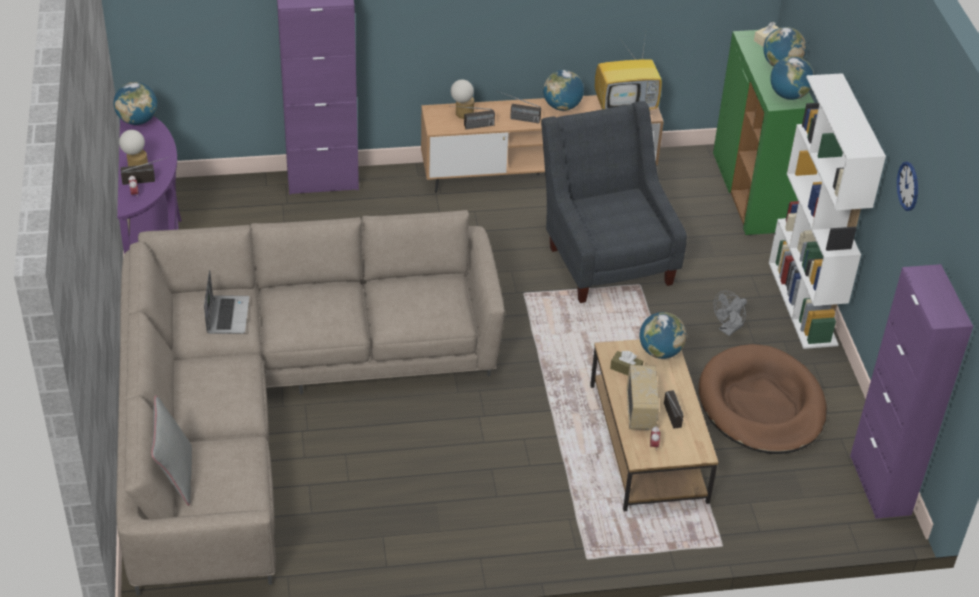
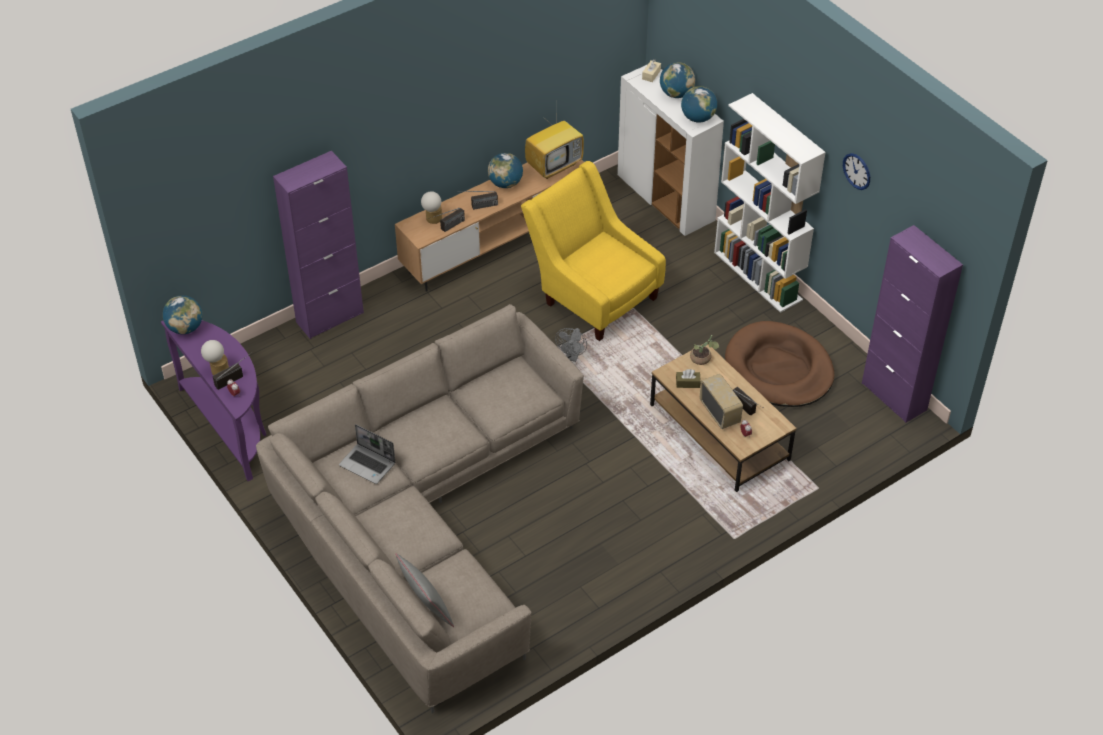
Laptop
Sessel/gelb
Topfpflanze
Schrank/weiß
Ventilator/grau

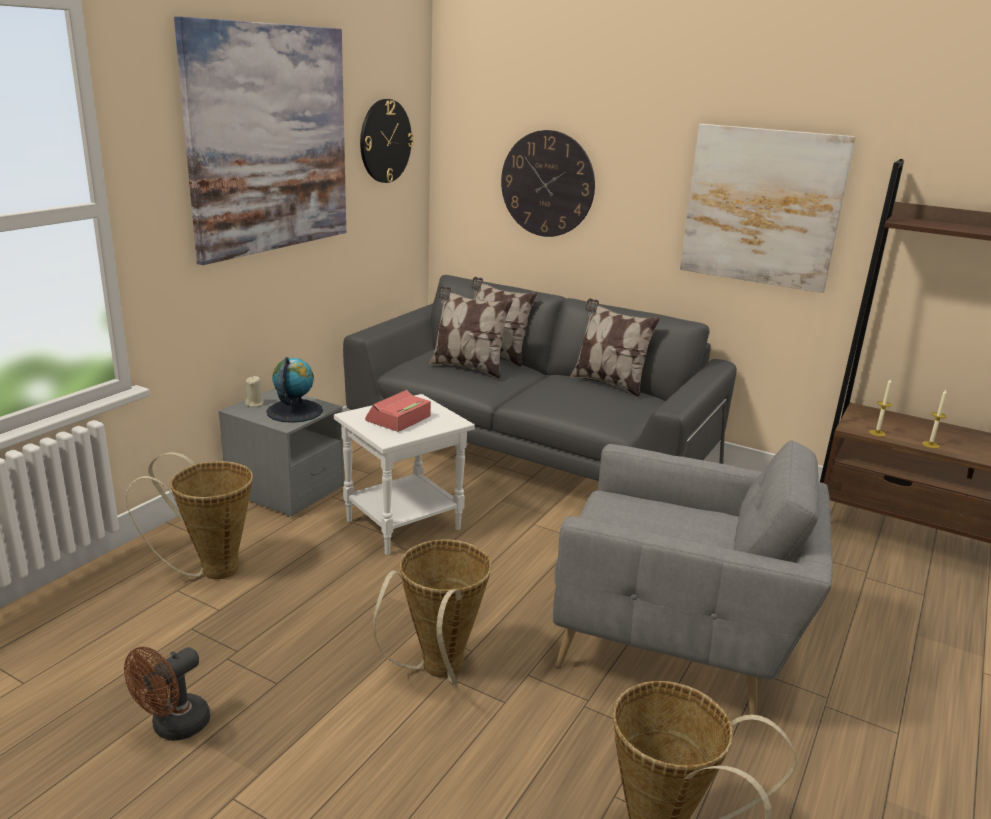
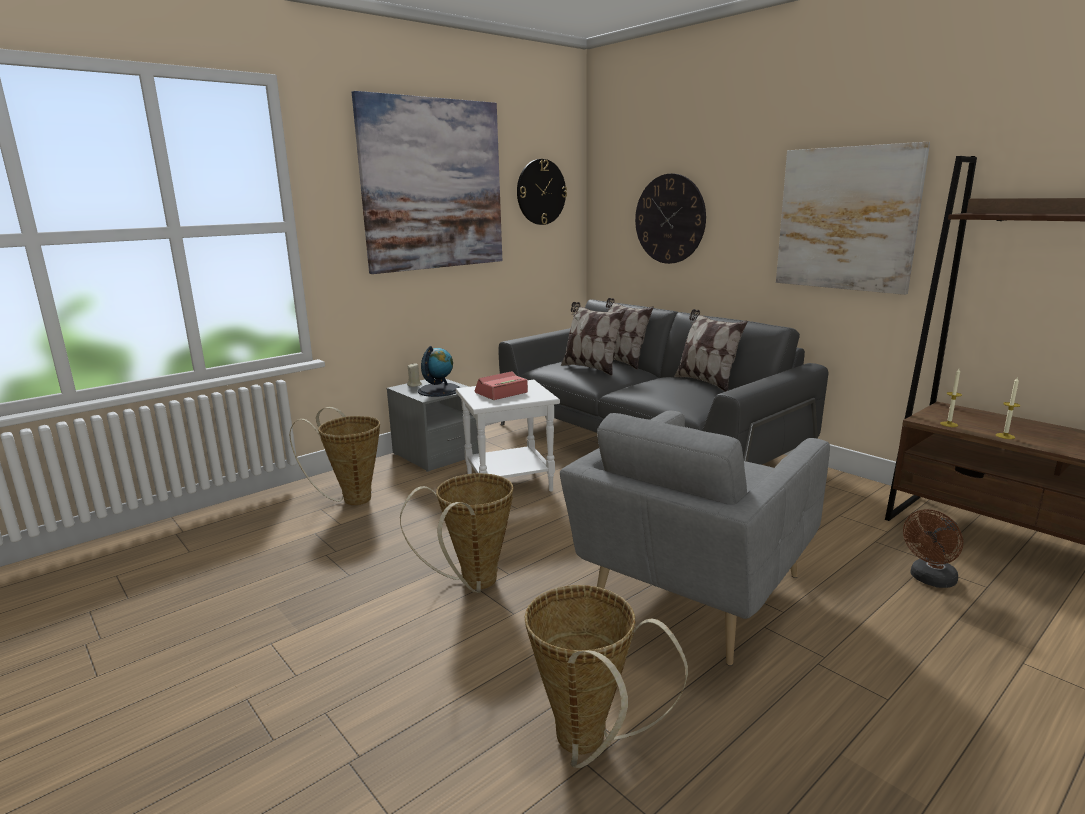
Ventilator/braun
Sessel/grau

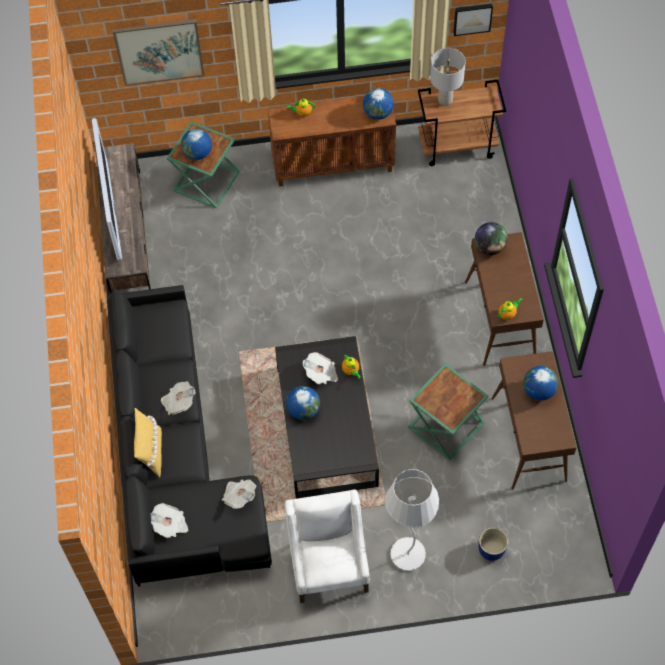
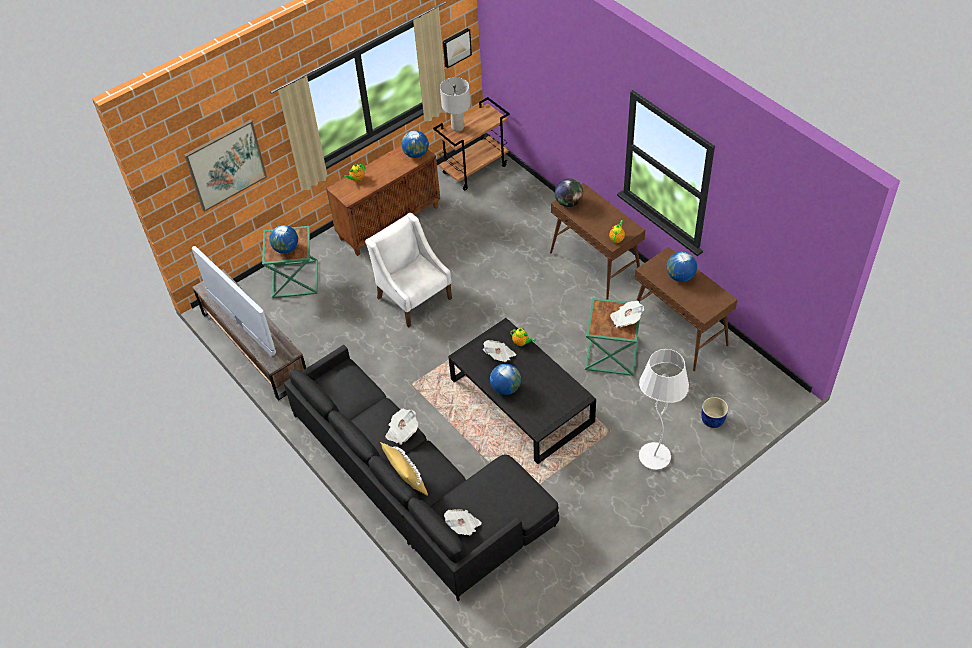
Zeitung (4th from left)
Sessel/weiß

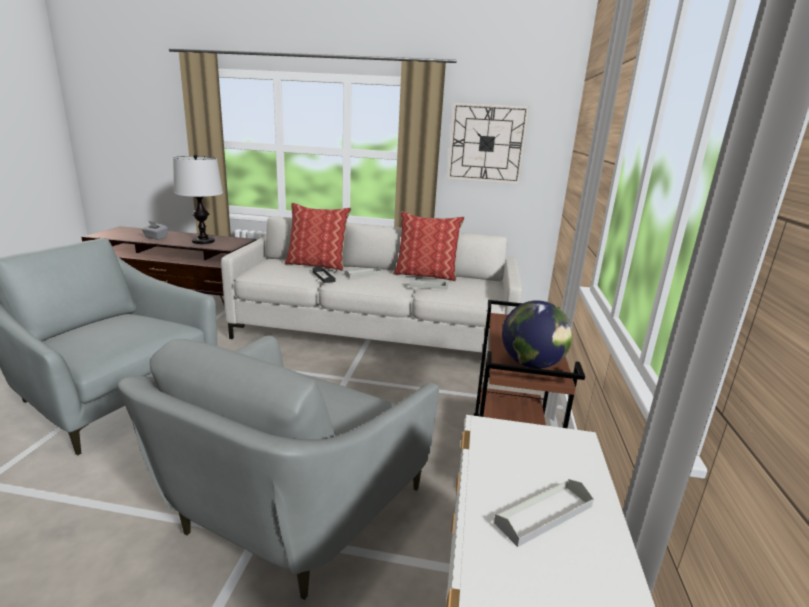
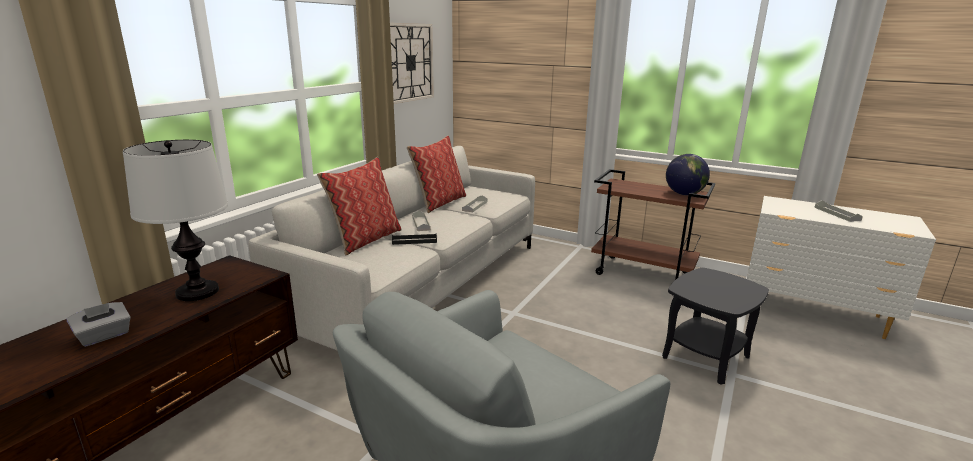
Beistelltisch/schwarz

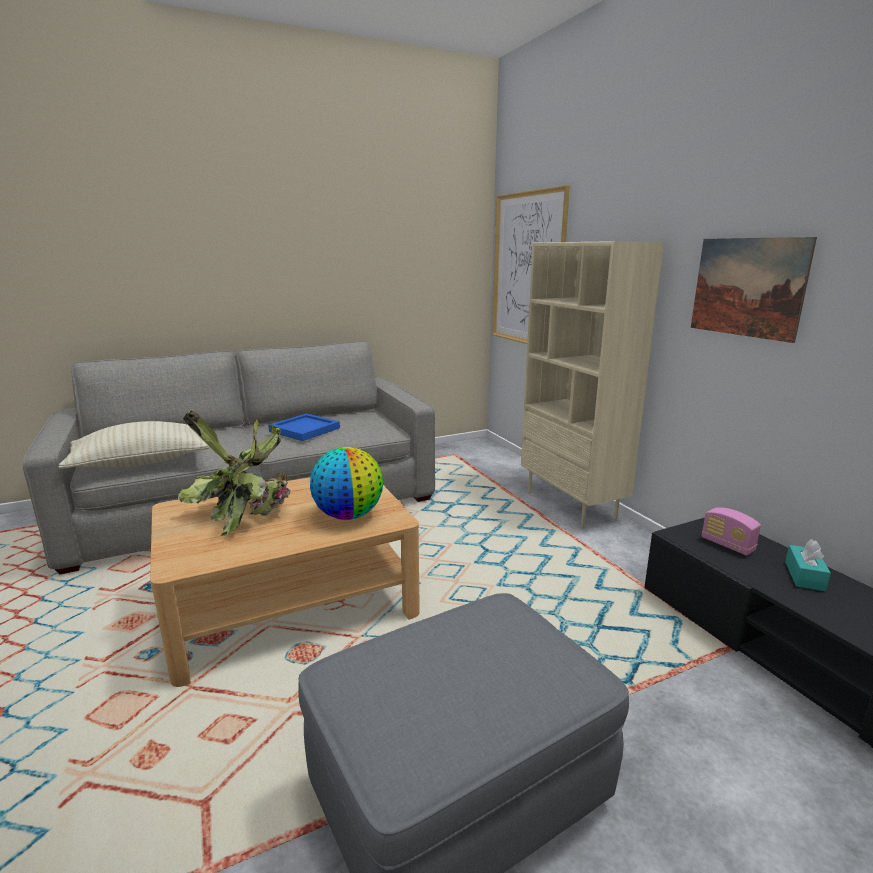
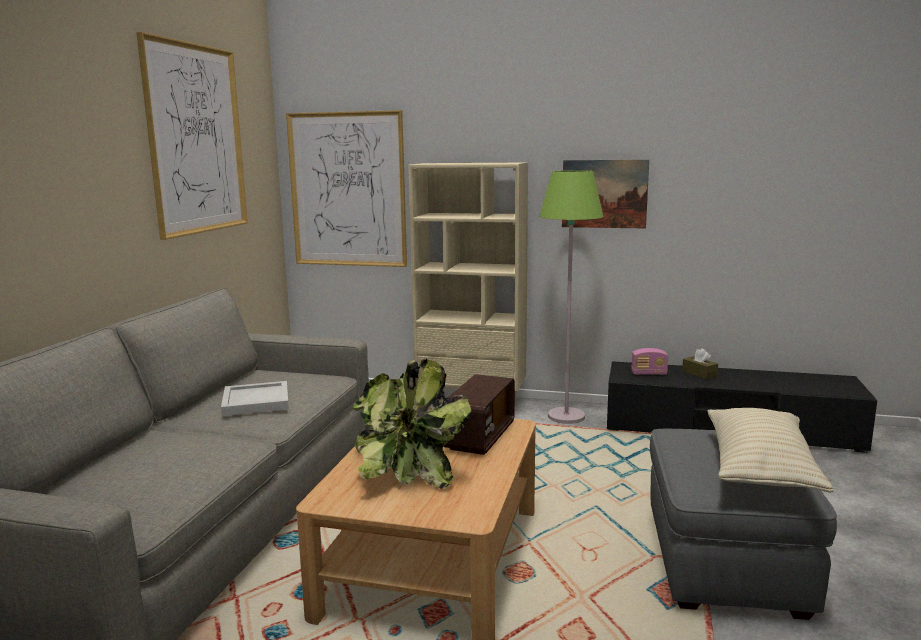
Kissen/beige
Tablett/weiß
Radio (1st from left)
Taschentuchbox/braun
Bild (1st from left)
Stehlampe/grün

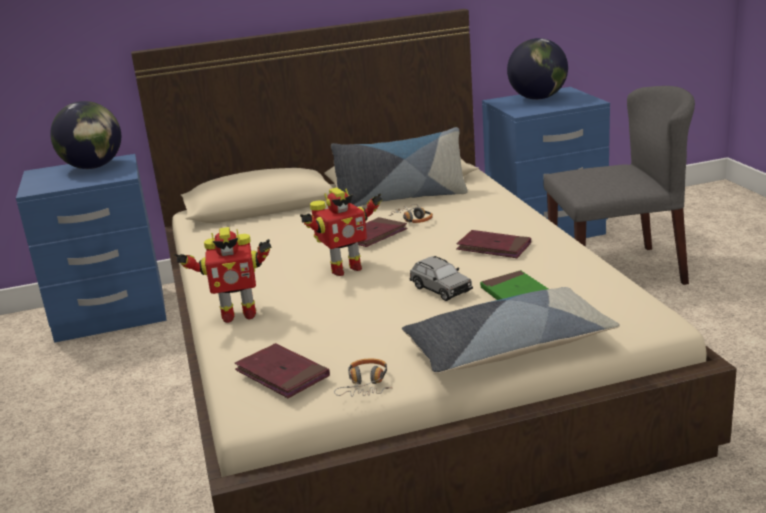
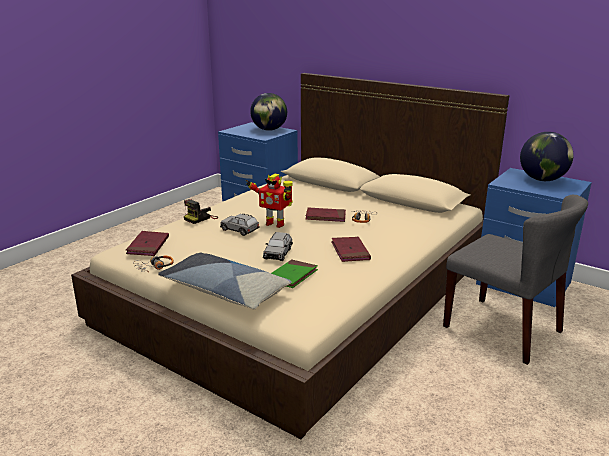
Kamera
Kissen (1st from left in the first image)
Spielzeugauto/grau (1st from left)

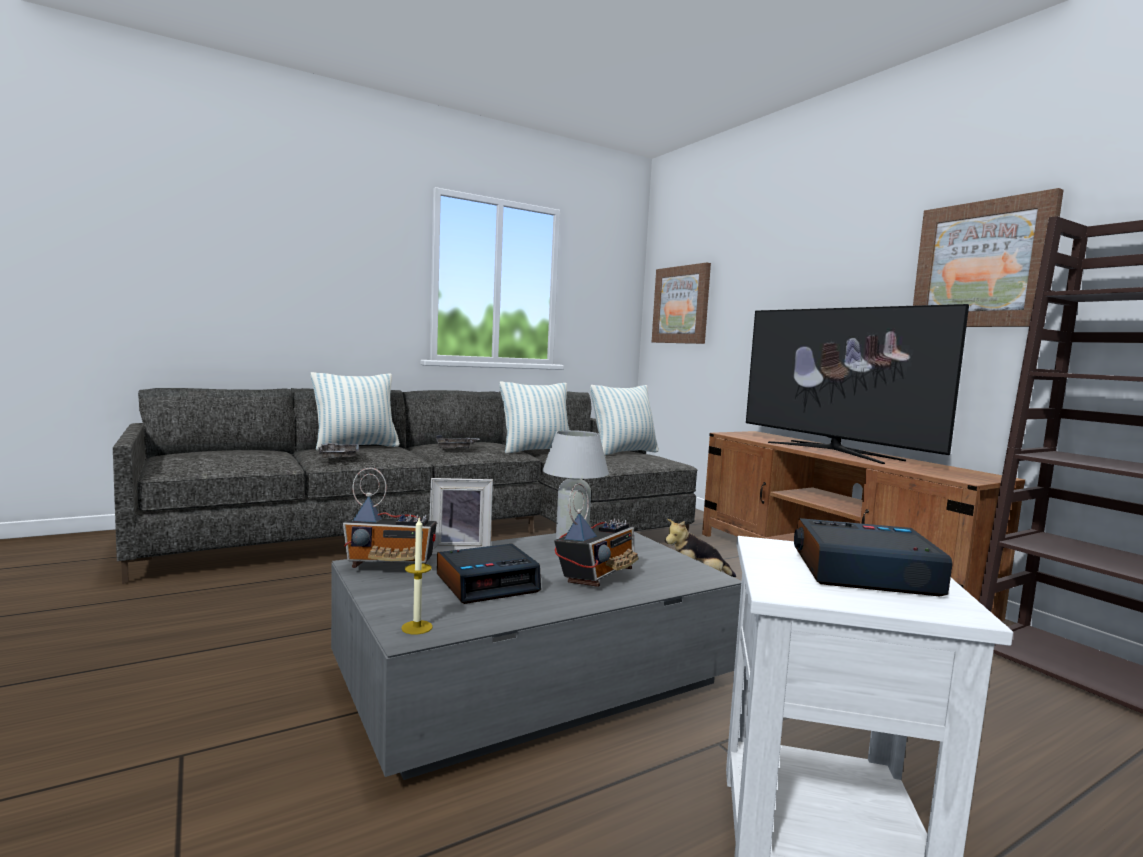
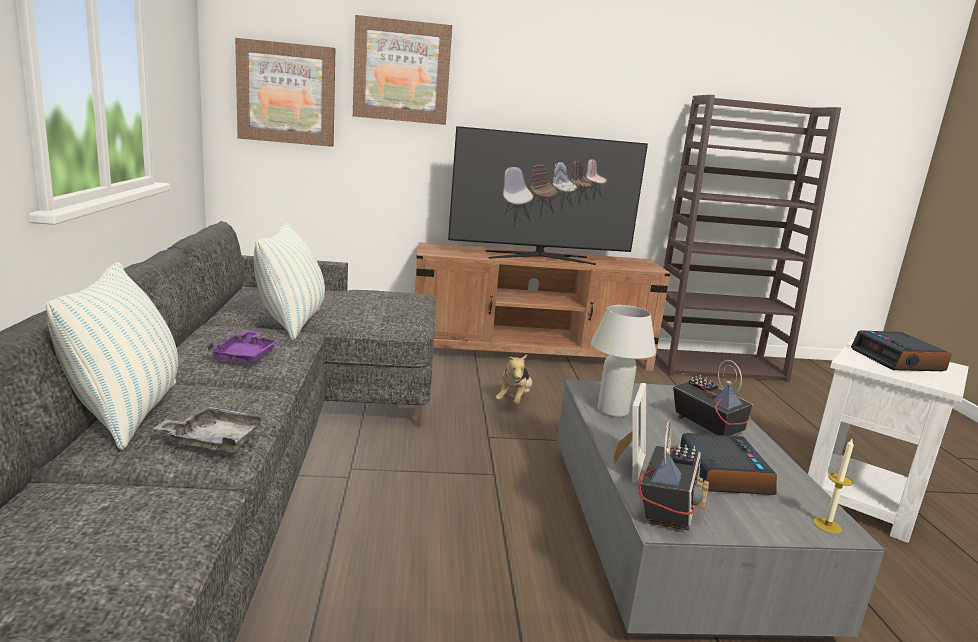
Tablett/lila
Kissen (3rd from left in the first image)
Wecker (2nd from left)
Bild (2nd from left)

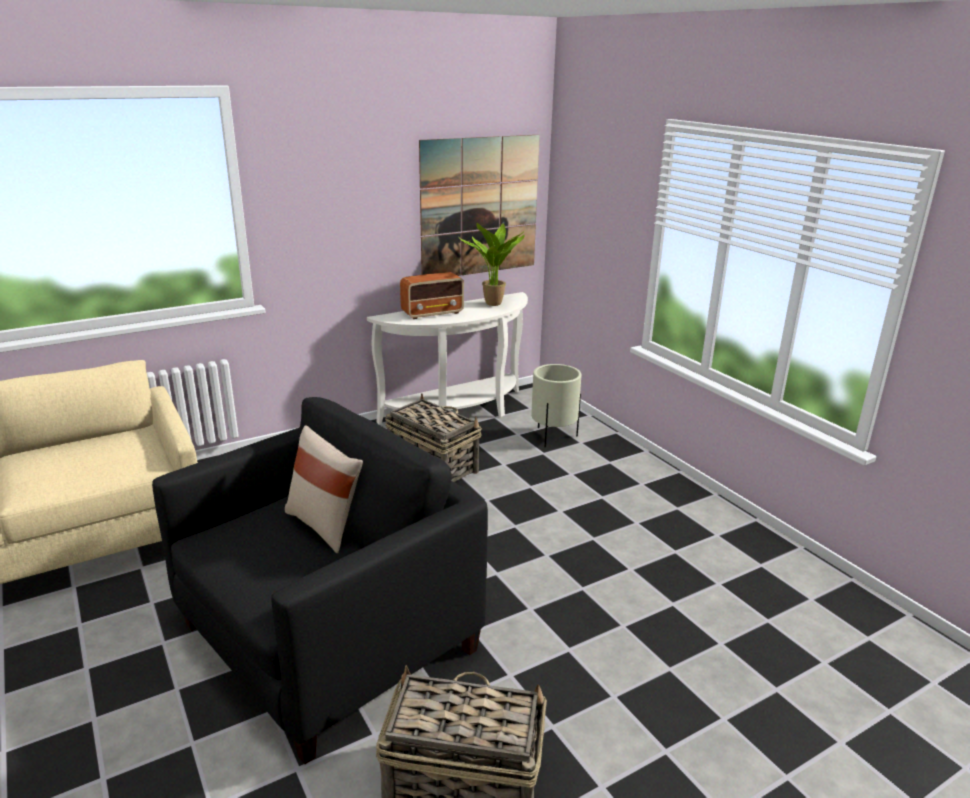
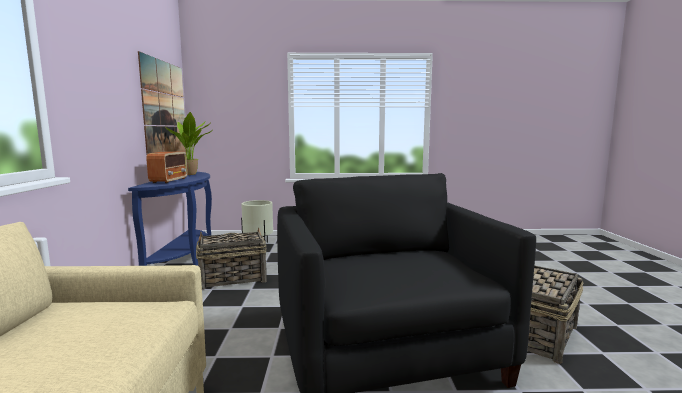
Kissen/beige
Konsolentisch/blau

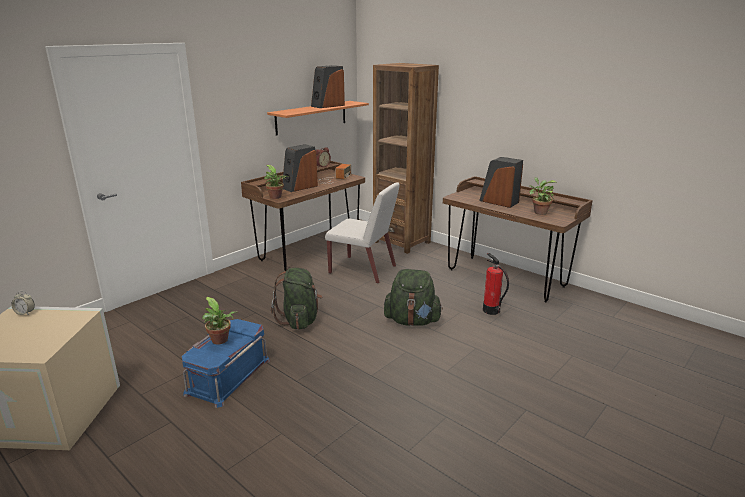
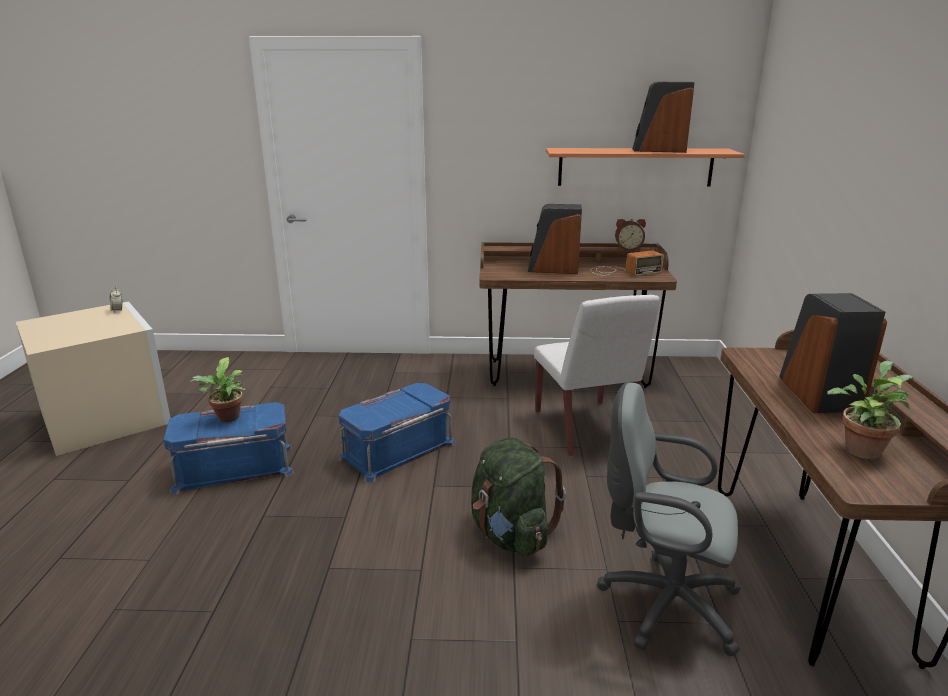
Topfpflanze (2nd from left in the first image)
Aufbewahrungsbox/blau (2nd from left)
Bücherregal/braun
Bürostuhl/grau

